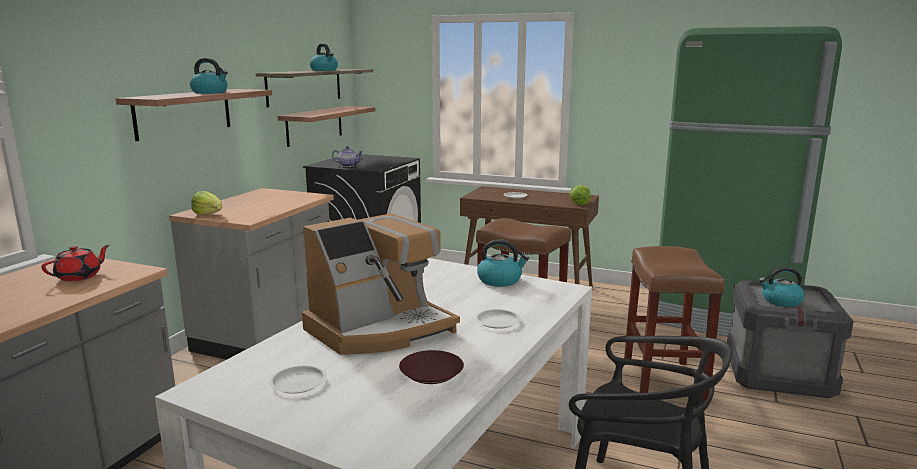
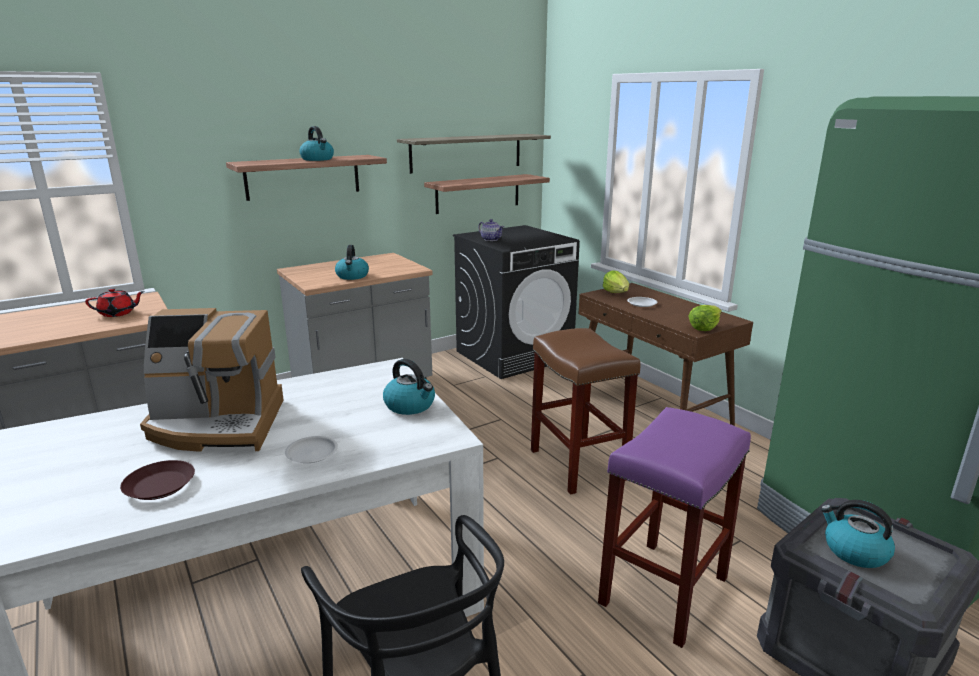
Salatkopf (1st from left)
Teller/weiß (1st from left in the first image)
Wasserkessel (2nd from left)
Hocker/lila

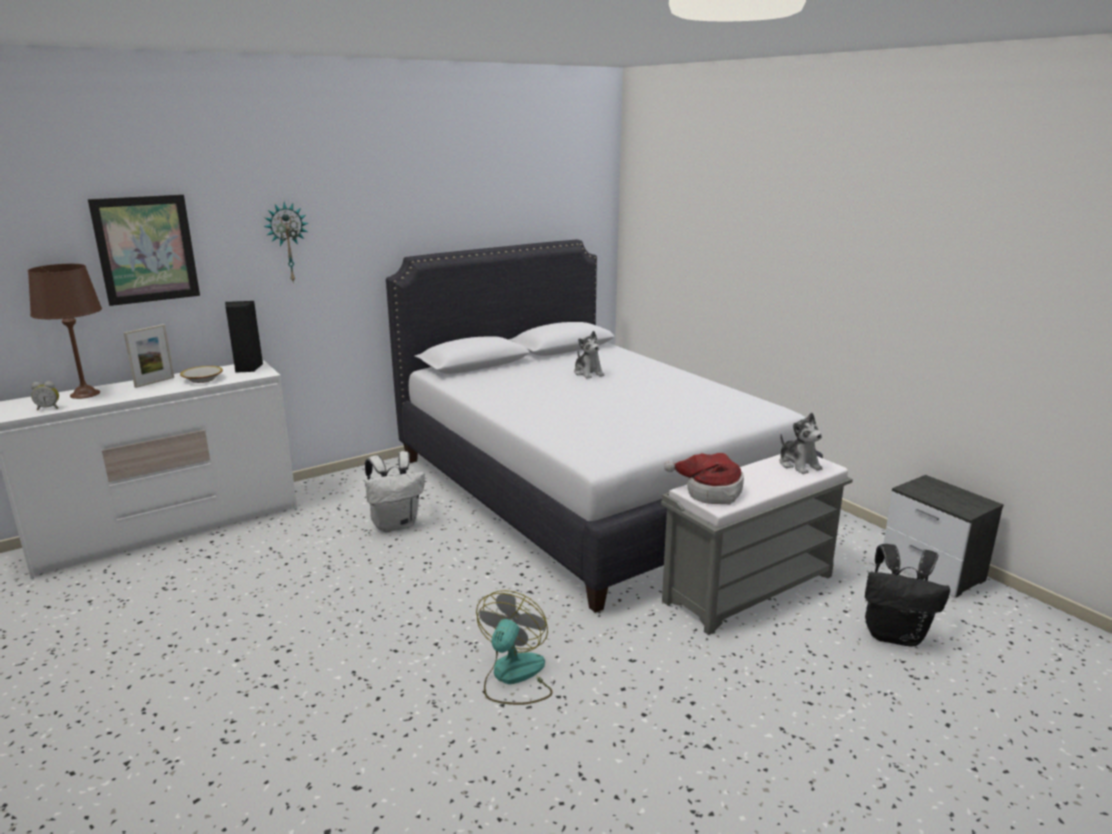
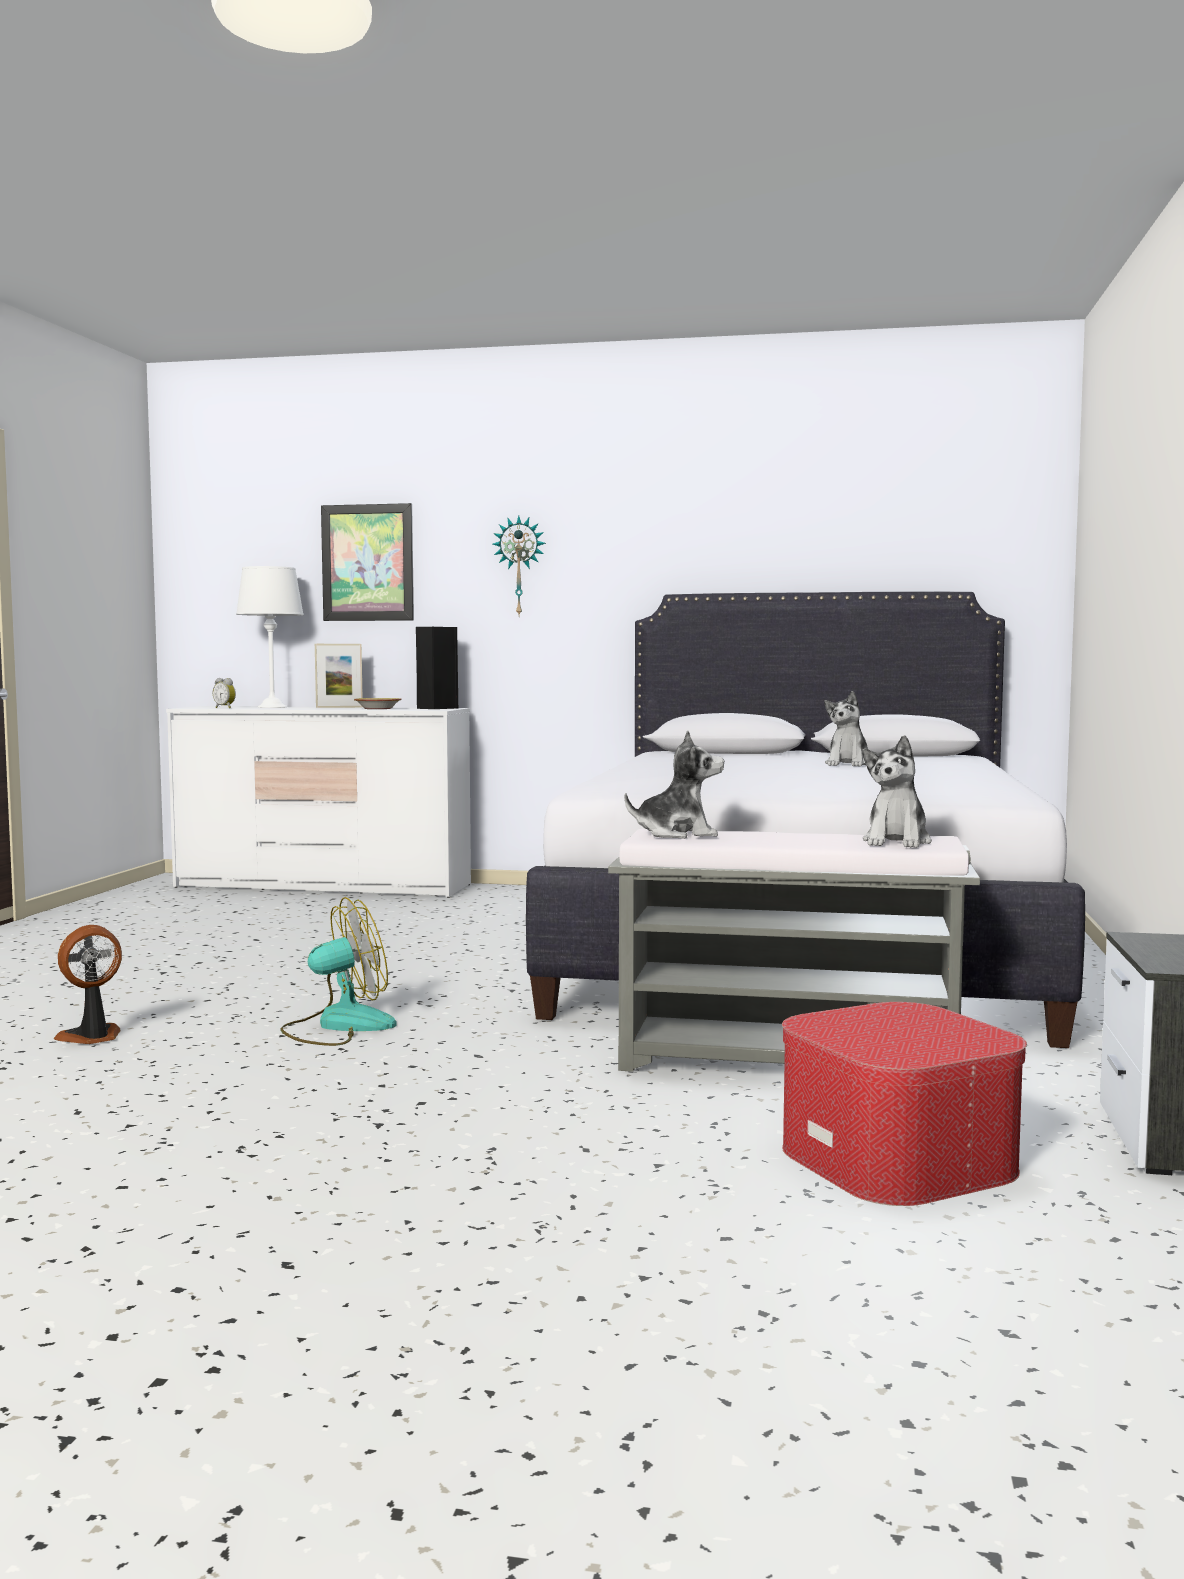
Tischlampe/weiß
Rucksack/weiß
Plüschtier (1st from left)
Polsterhocker
Ventilator (1st from left)

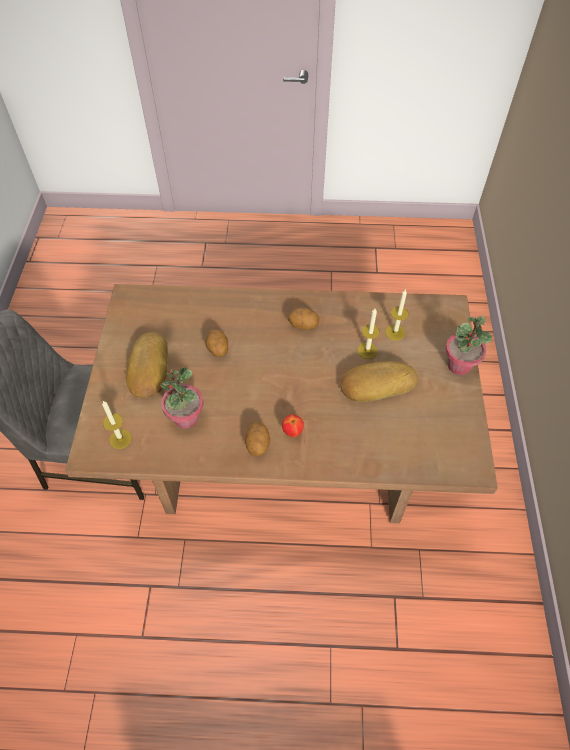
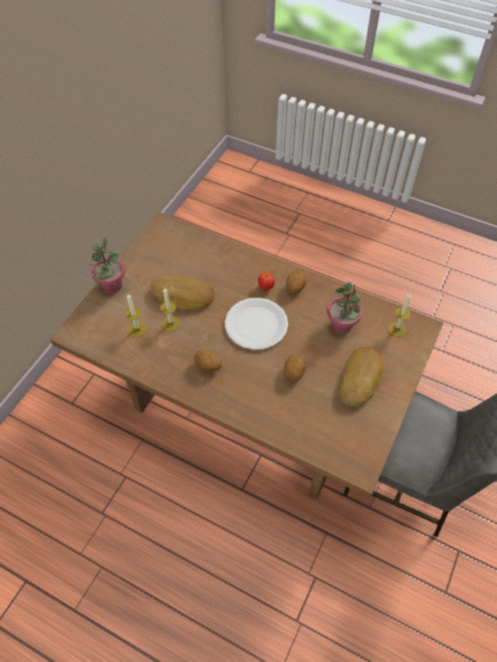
Teller/weiß

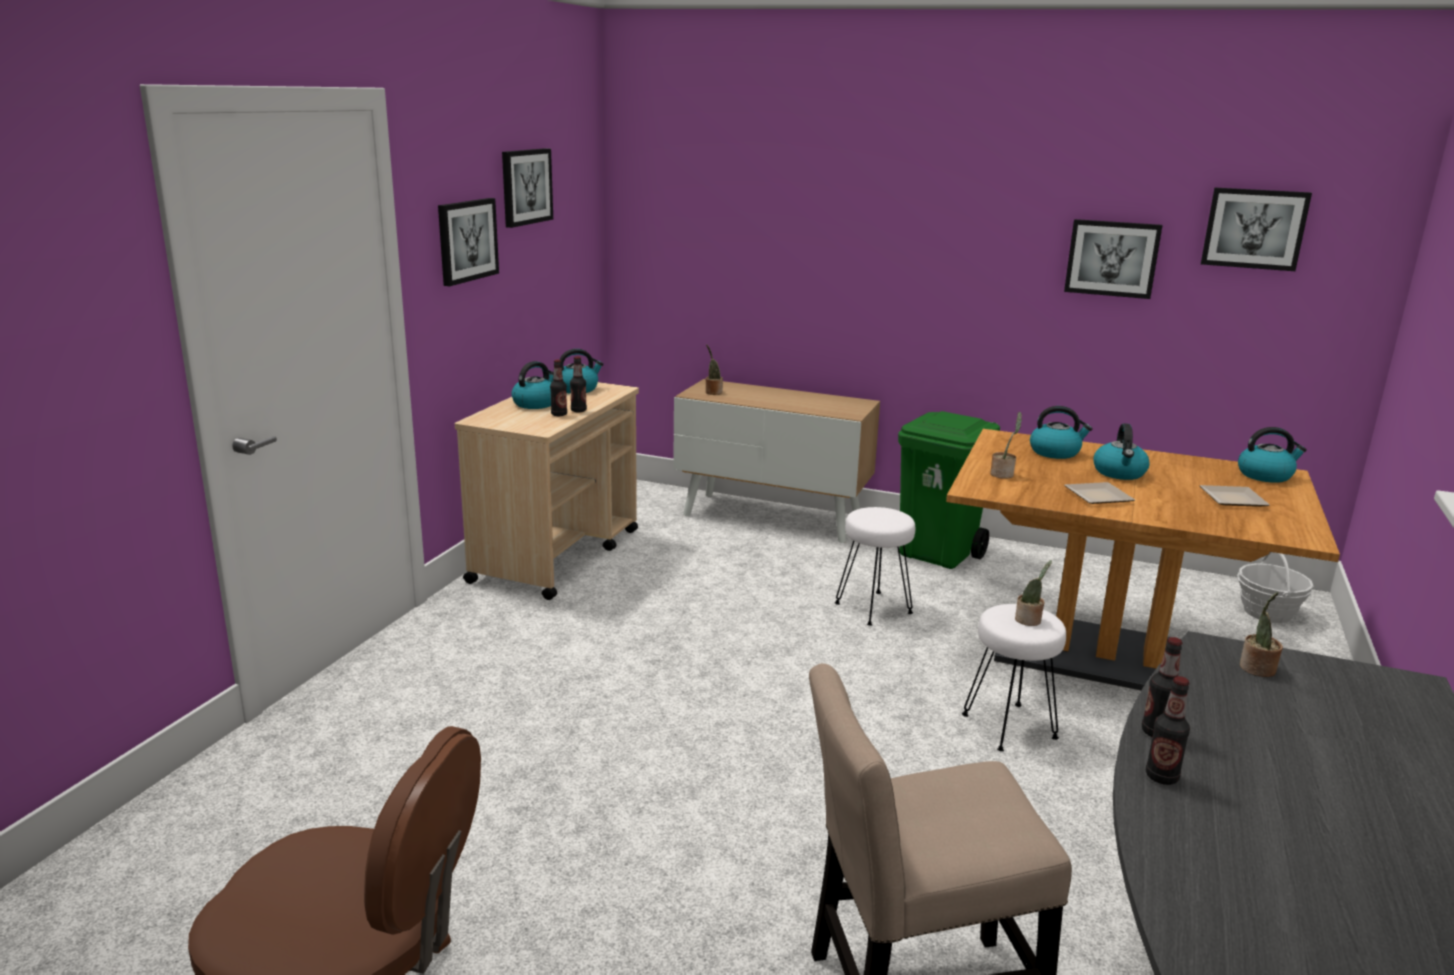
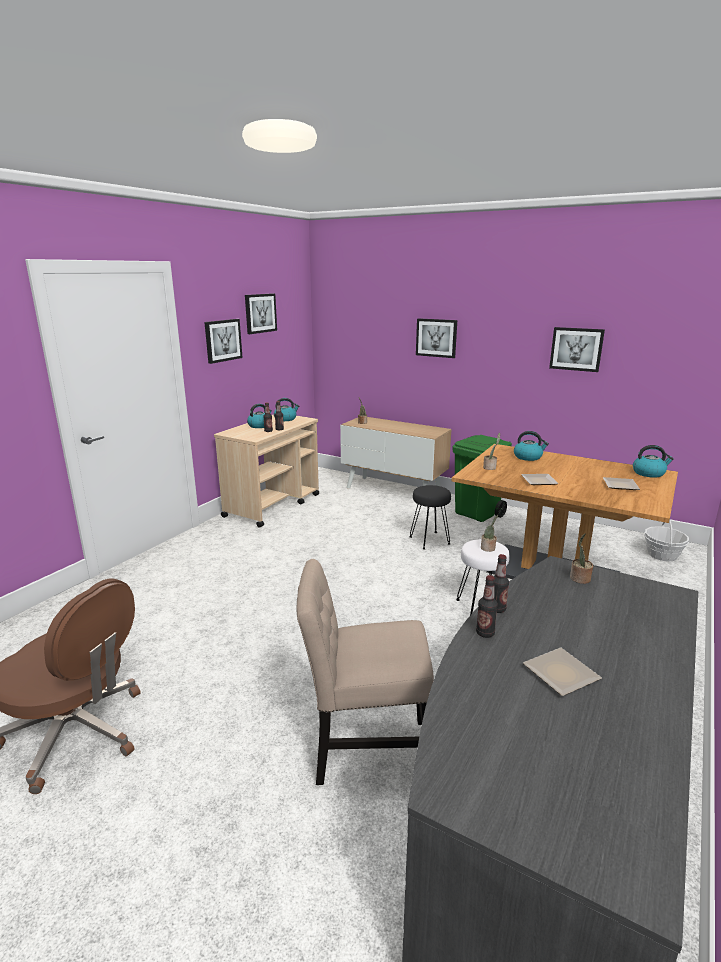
Hocker/schwarz
Wasserkessel (4th from left in the first image)
Bild (3rd from left)
Teller (2nd from left)

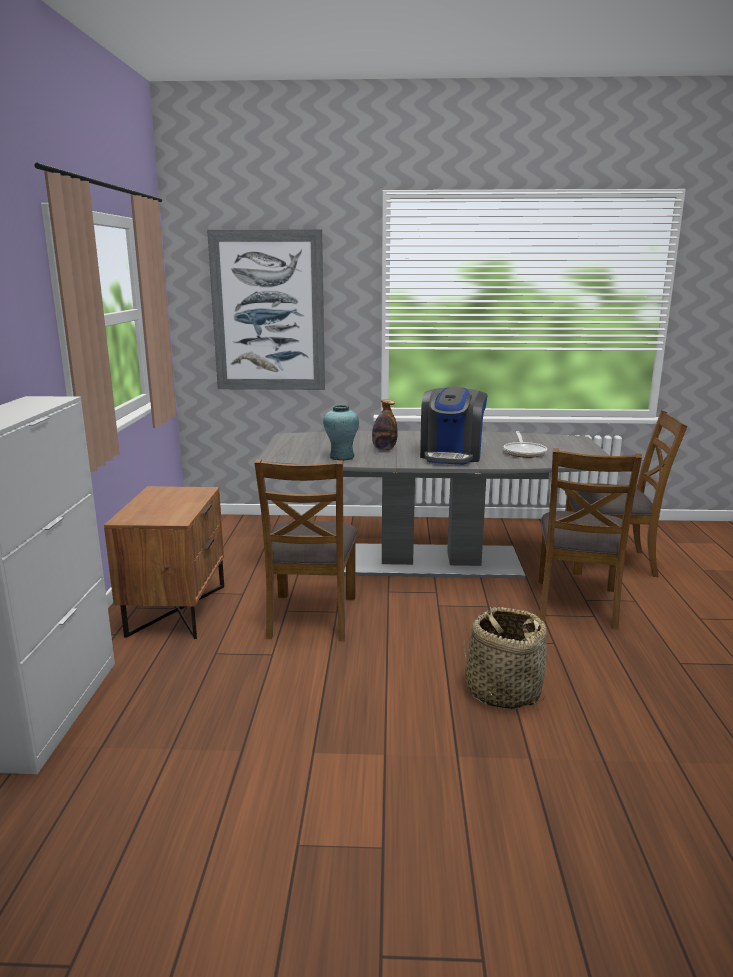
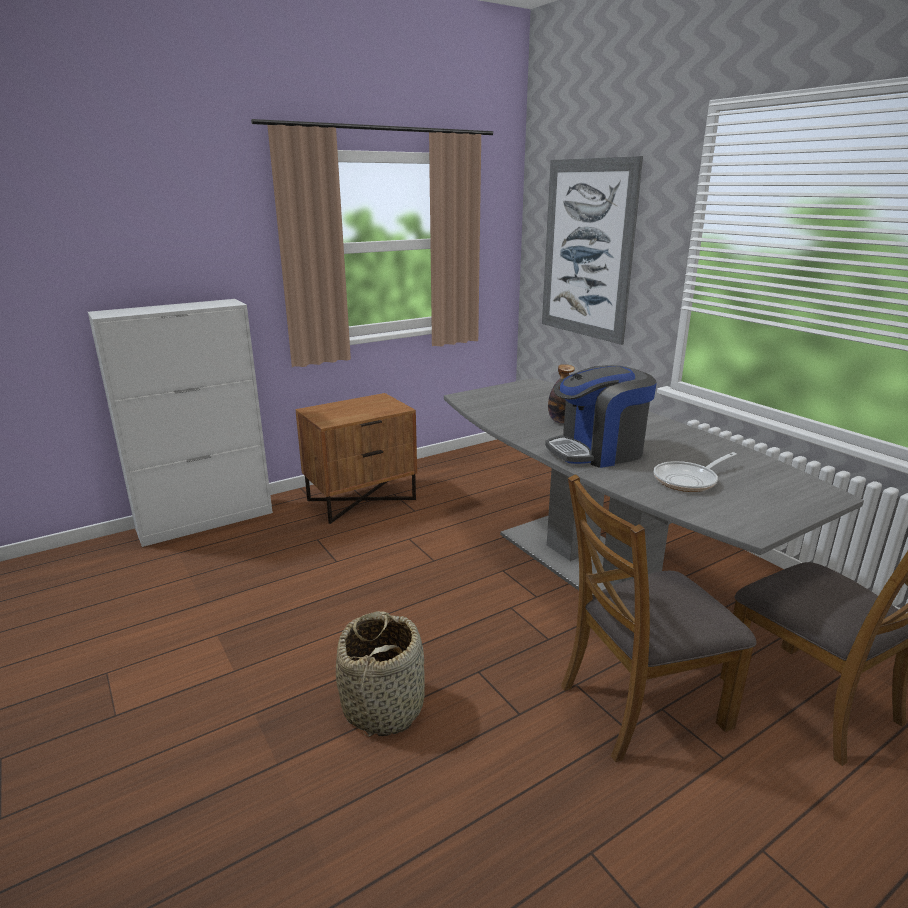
Stuhl/braun (1st from left in the first image)
Vase/türkis

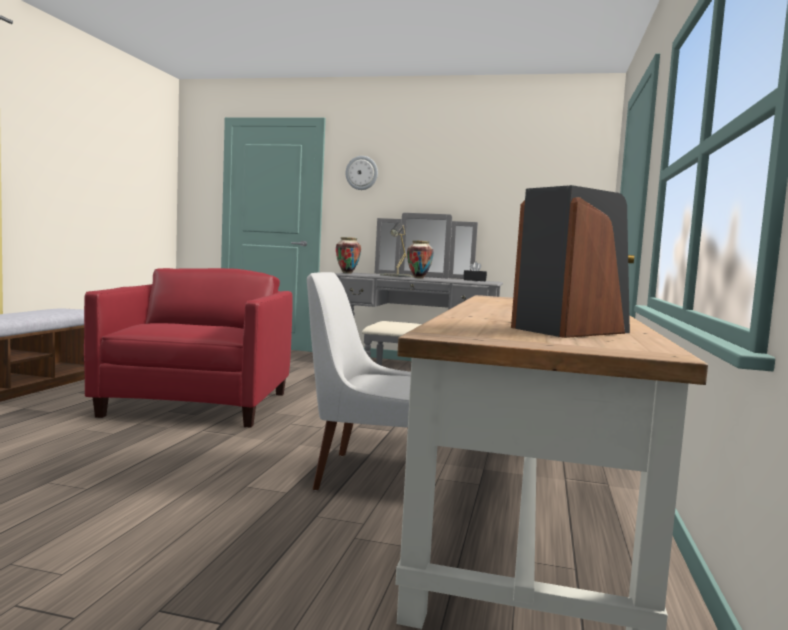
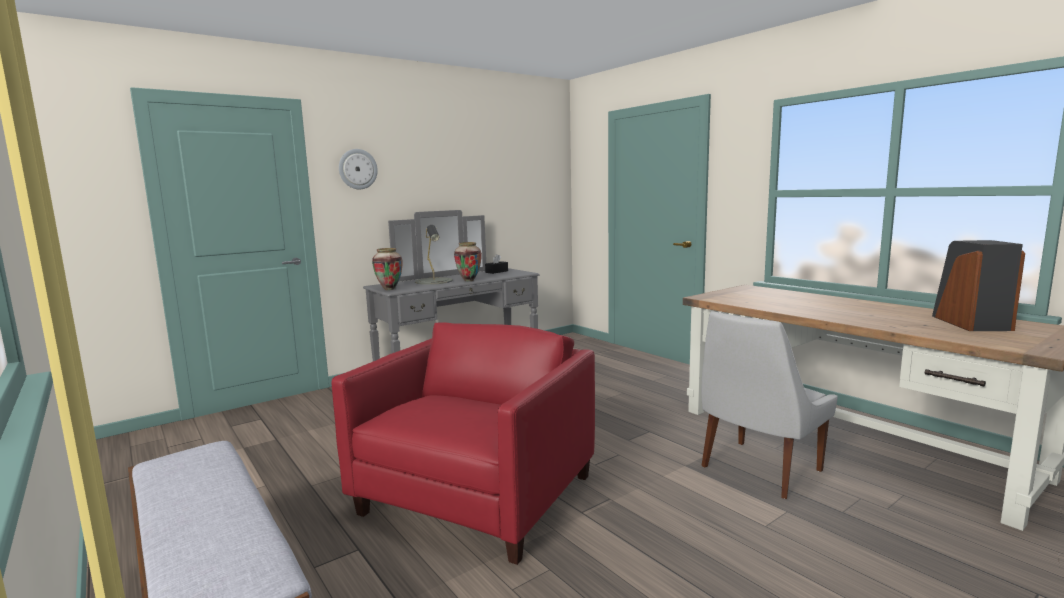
Sessel/rot

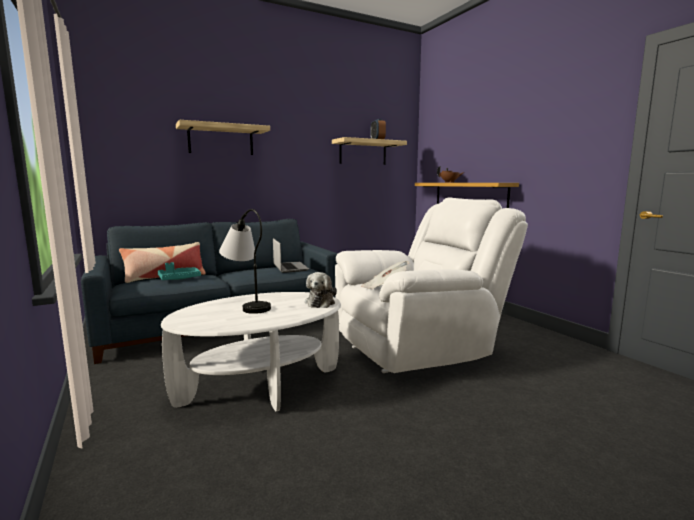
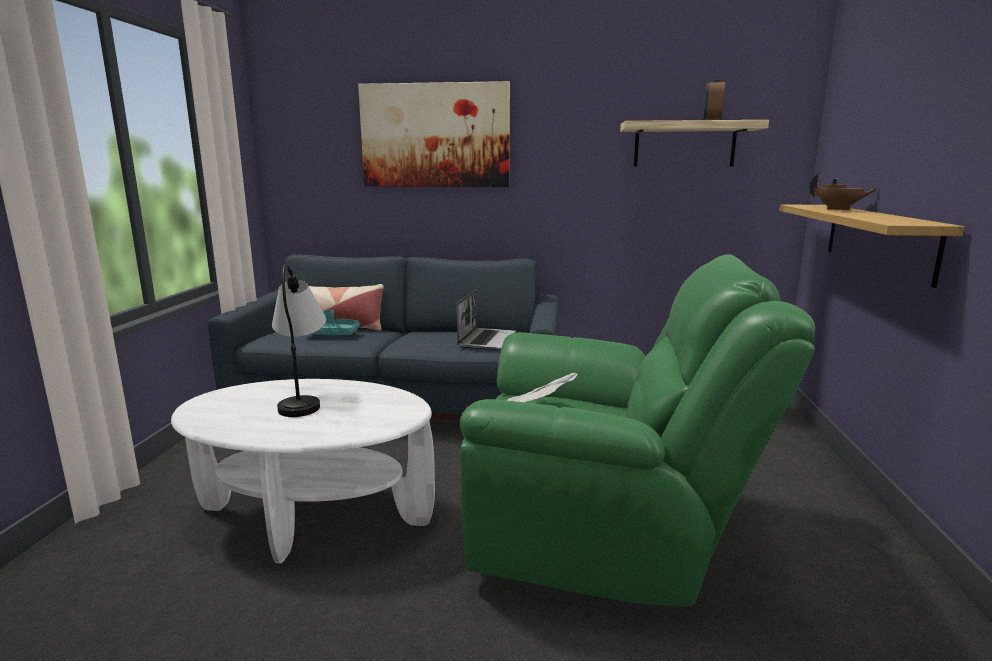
Bild
Plüschtier
Sessel/grün

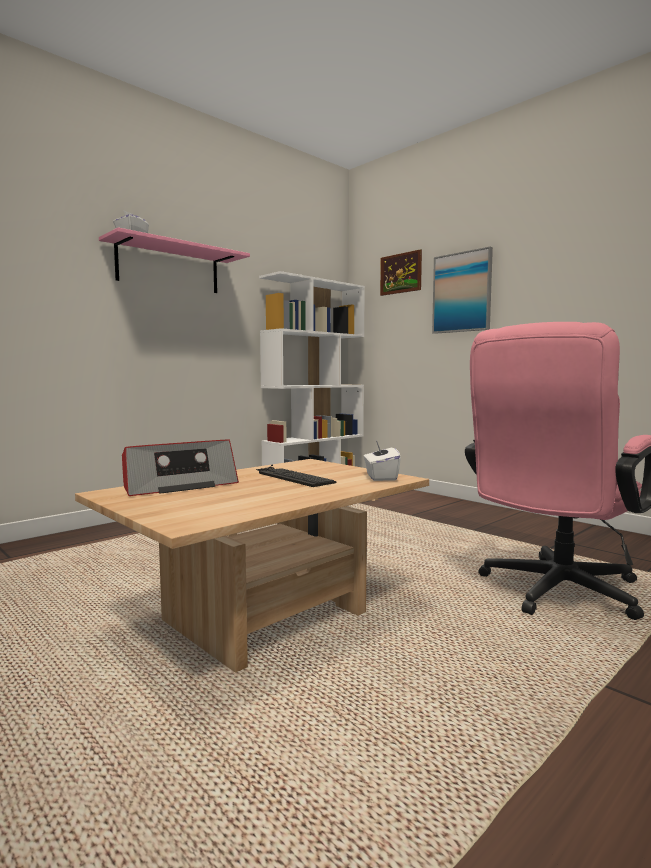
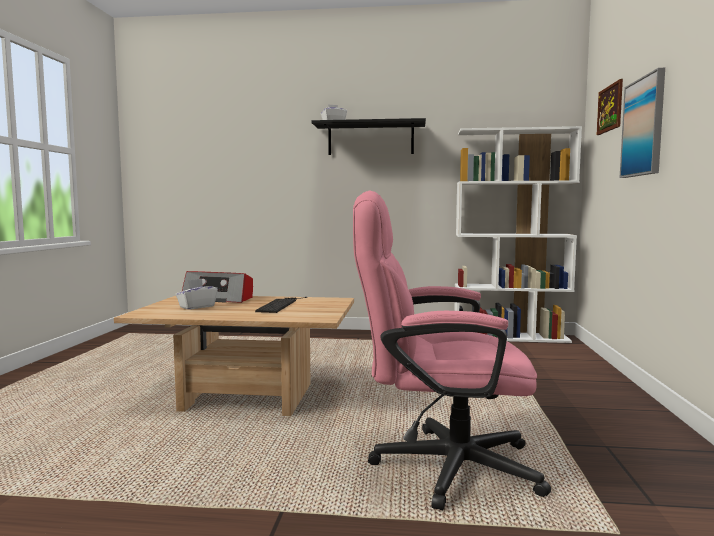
Wandregal/schwarz
Taschentuchbox/weiß (1st from left)

